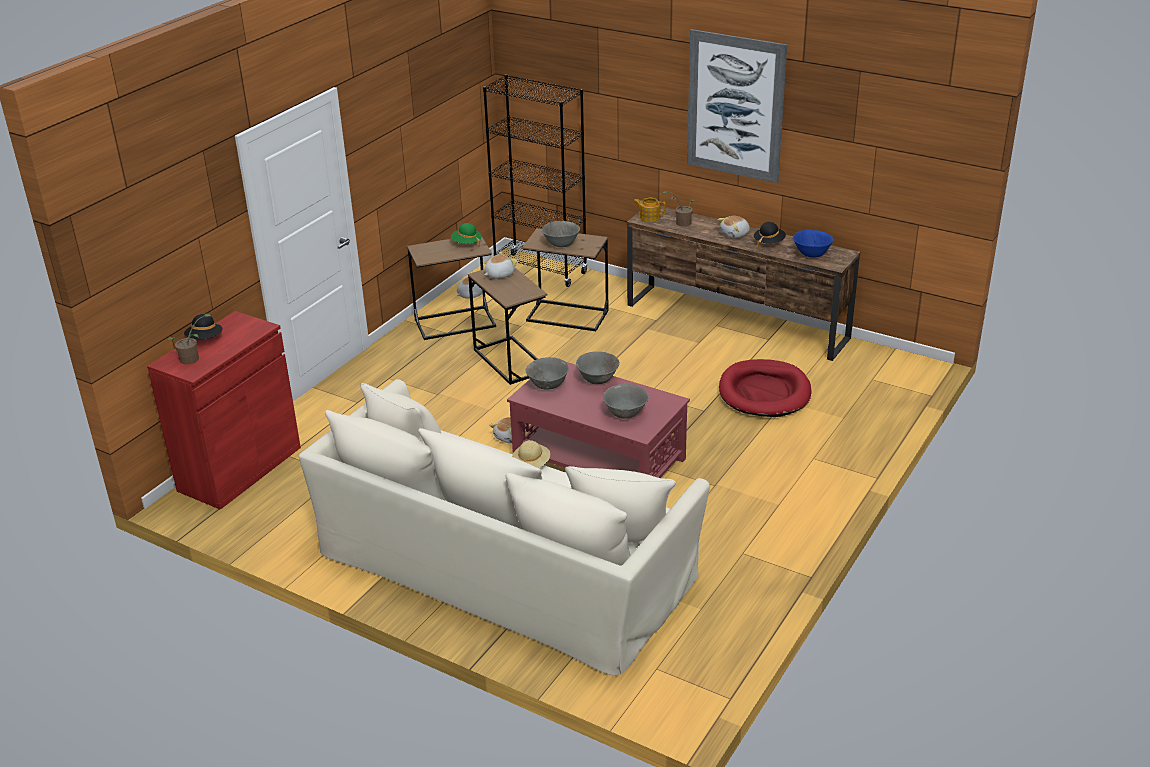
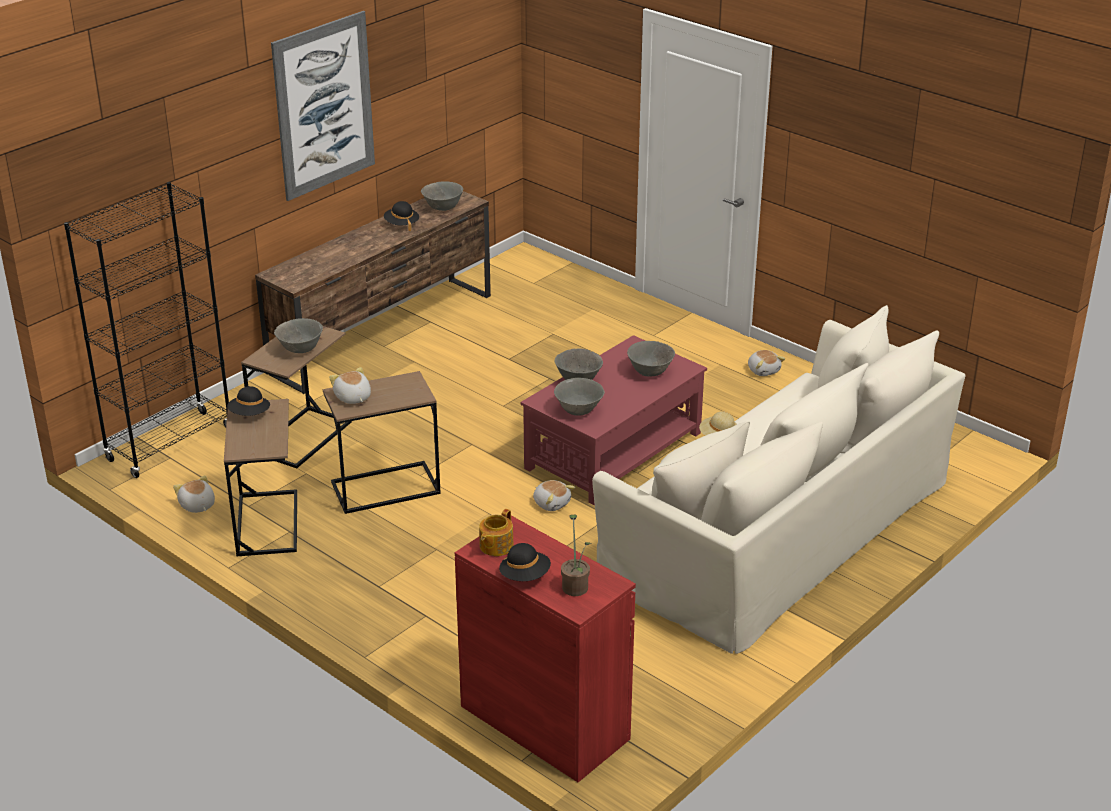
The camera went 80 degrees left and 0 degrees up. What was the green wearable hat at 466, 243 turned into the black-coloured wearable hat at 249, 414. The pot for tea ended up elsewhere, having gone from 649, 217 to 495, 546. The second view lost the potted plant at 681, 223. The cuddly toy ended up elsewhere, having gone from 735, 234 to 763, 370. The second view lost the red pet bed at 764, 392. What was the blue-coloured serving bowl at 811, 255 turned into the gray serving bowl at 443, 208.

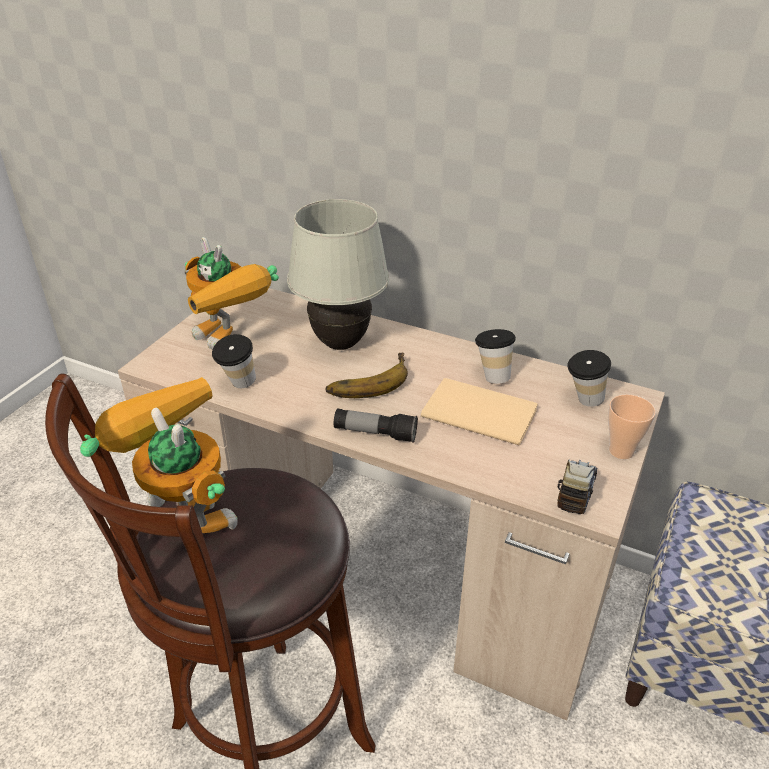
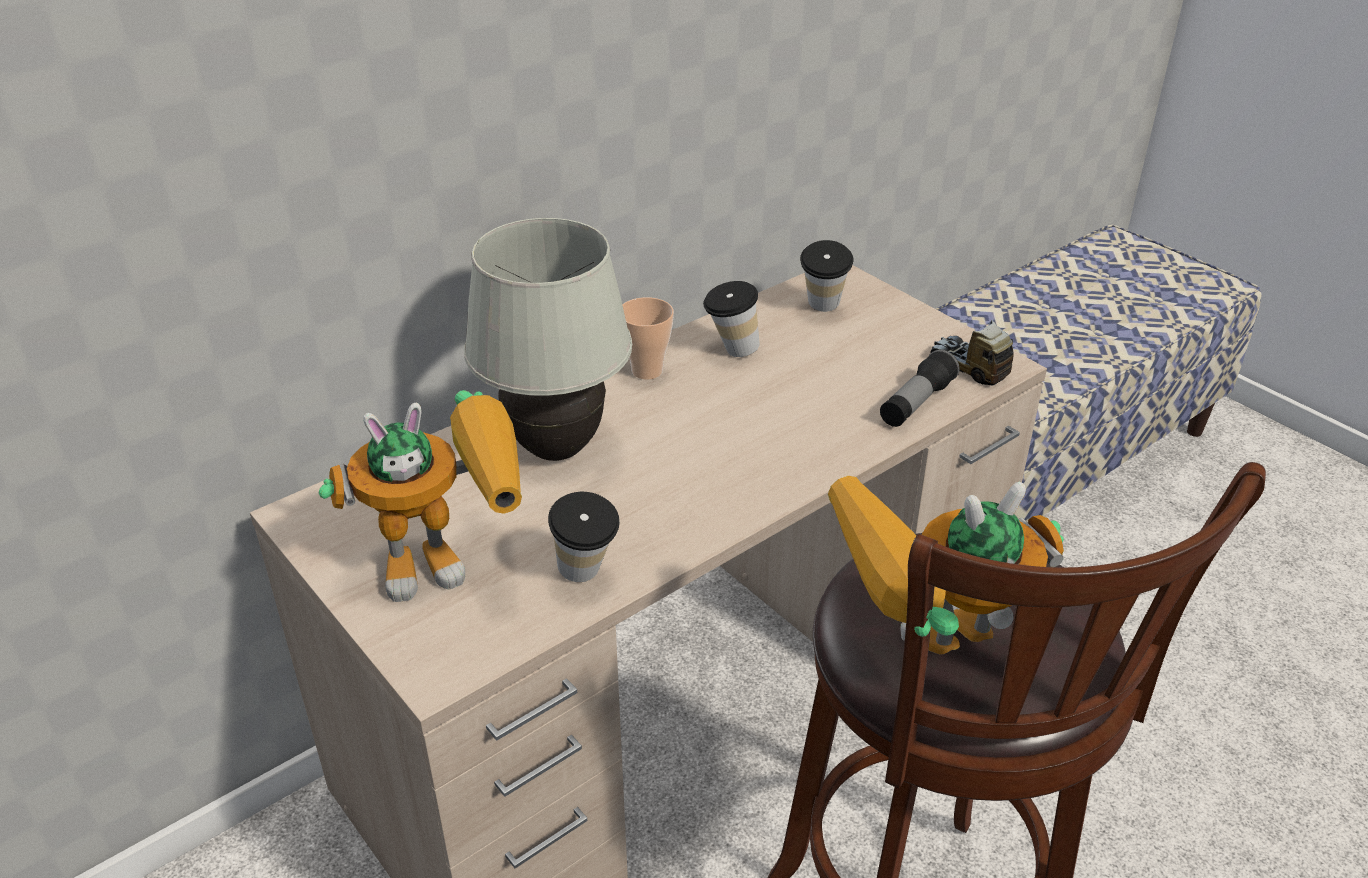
The camera went 65 degrees left and 0 degrees up. The second view lost the whole banana at 367, 380. The hand torch ended up elsewhere, having gone from 375, 433 to 916, 403. The second view lost the beige-coloured volume at 477, 411. The small cup ended up elsewhere, having gone from 621, 451 to 647, 371.

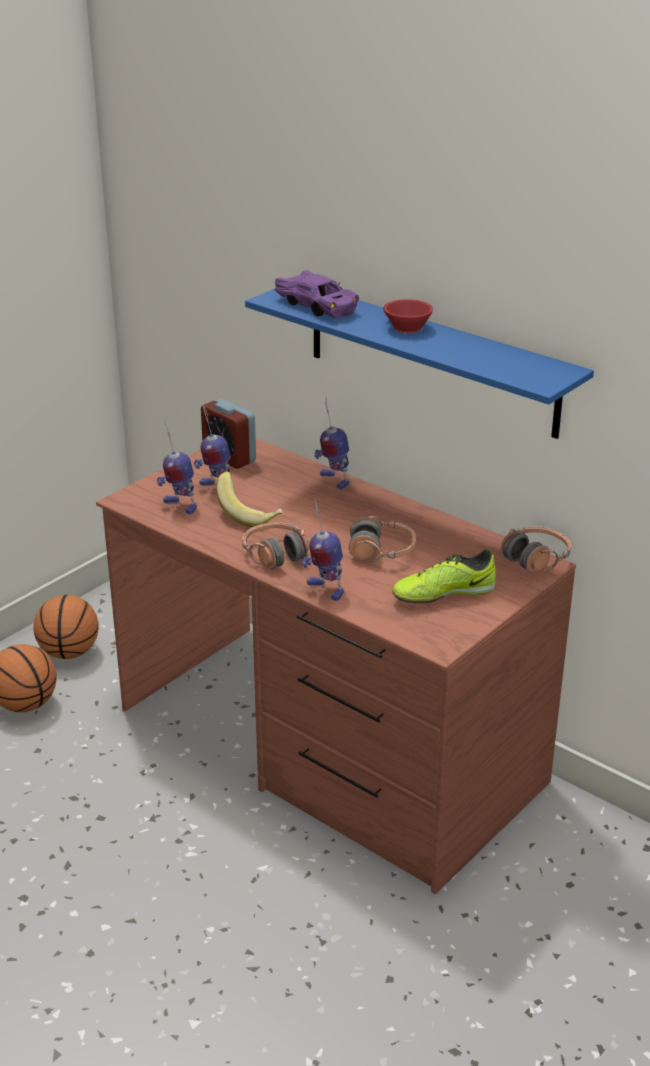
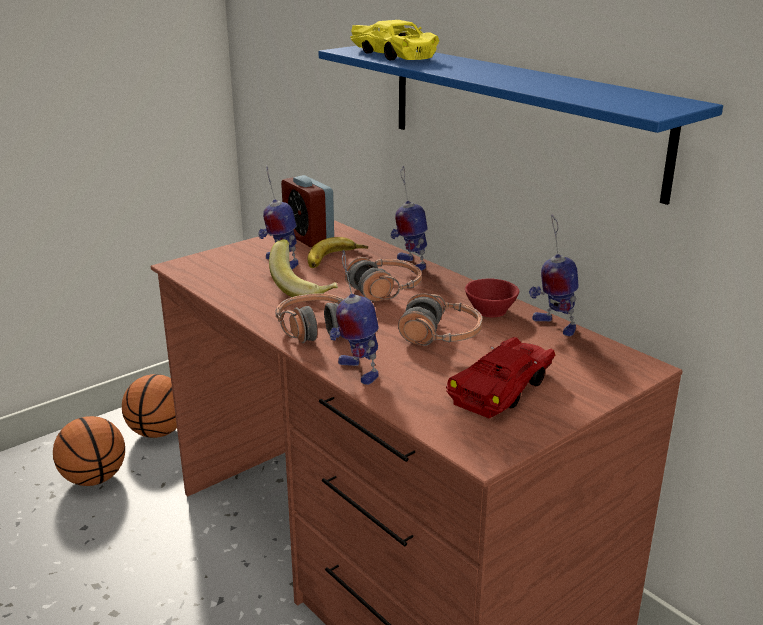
The camera went 10 degrees right and 5 degrees down. The robot figure ended up elsewhere, having gone from 179, 506 to 553, 325. What was the purplish toy car at 317, 306 turned into the yellow-coloured toy car at 394, 55. The red small cup ended up elsewhere, having gone from 405, 327 to 487, 310. Where the shoe stood at 443, 593, the red toy car came to stand at 503, 389. The pair of headphones ended up elsewhere, having gone from 535, 558 to 385, 290. The second view gained the whole banana at 336, 259.

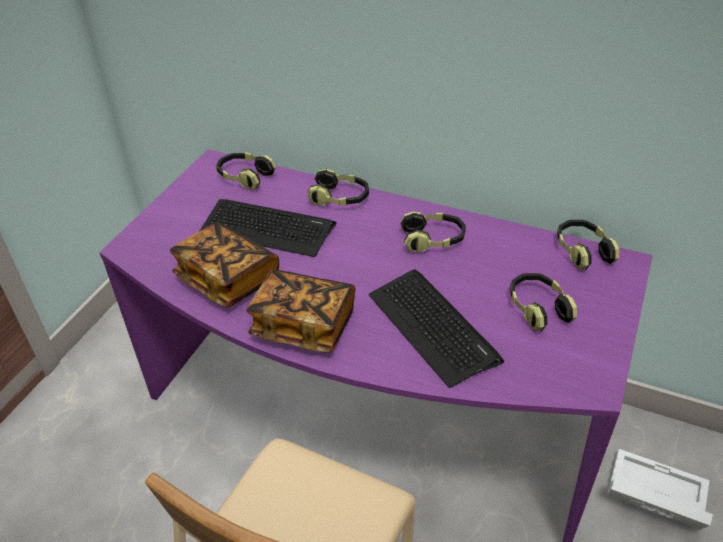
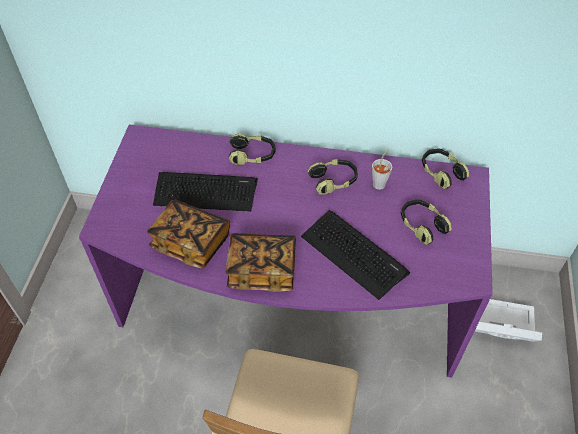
The camera went 15 degrees left and 10 degrees up. The second view lost the pair of headphones at 245, 177. The second view gained the gray small cup at 380, 182.

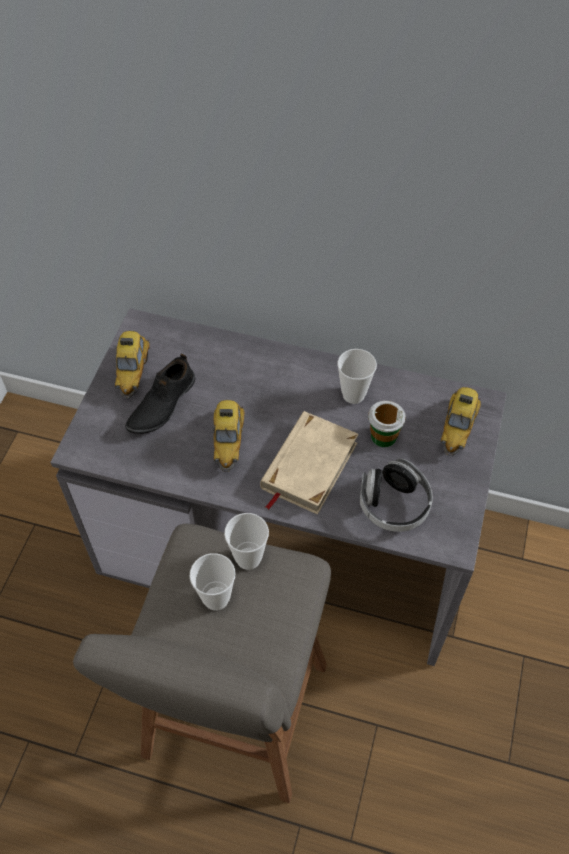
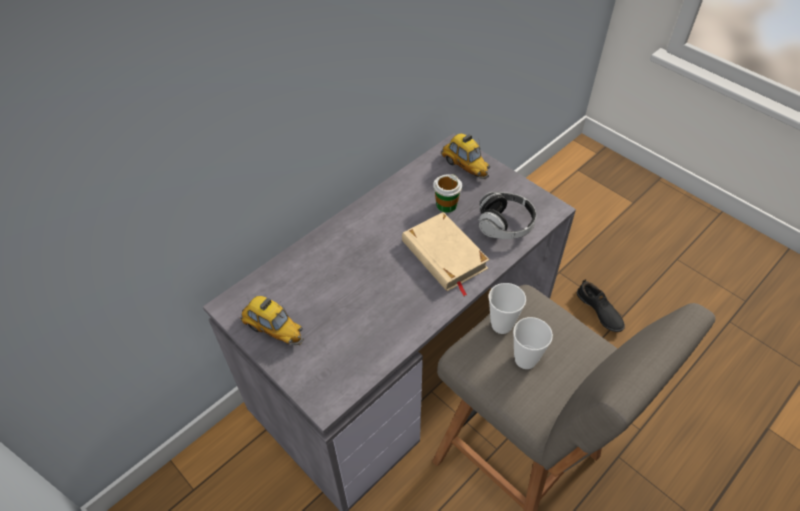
The camera went 60 degrees left and 5 degrees down. The black-coloured shoe ended up elsewhere, having gone from 161, 404 to 599, 311. The second view lost the toy car at 228, 441. The second view lost the small cup at 353, 395.

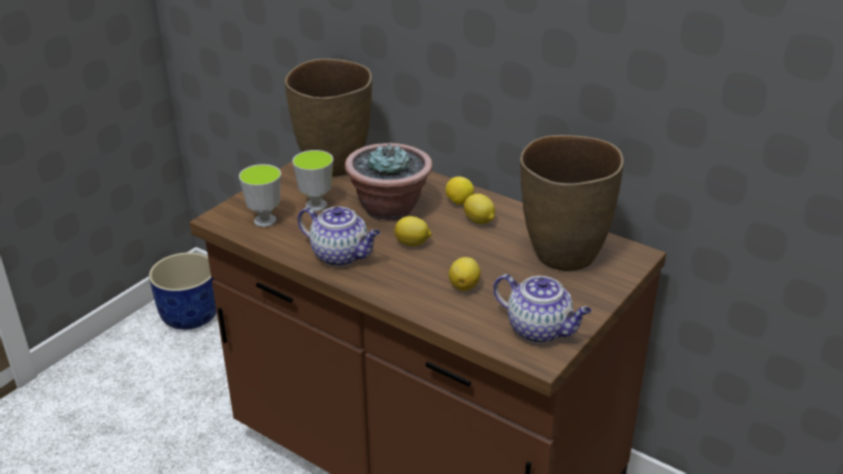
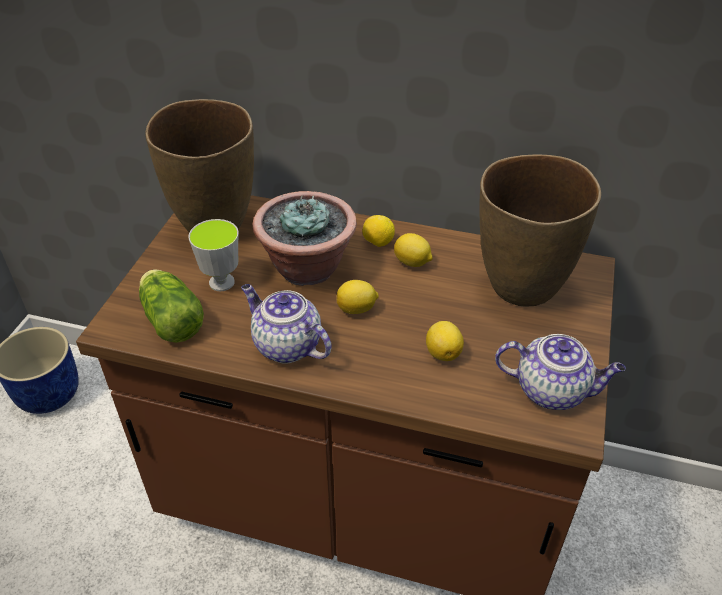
The camera went 20 degrees left and 10 degrees up. Where the small cup stood at 265, 221, the lettuce head came to stand at 171, 318. The pot for tea at 341, 255 ended up facing another way, 150 degrees counterclockwise from before.

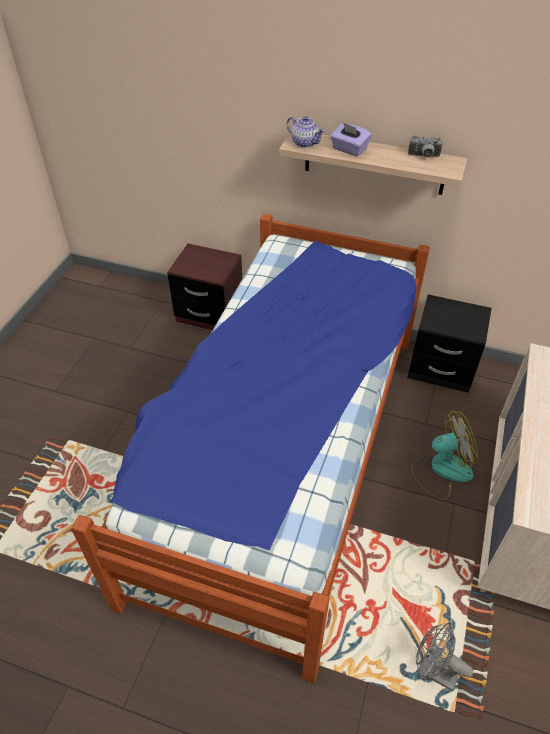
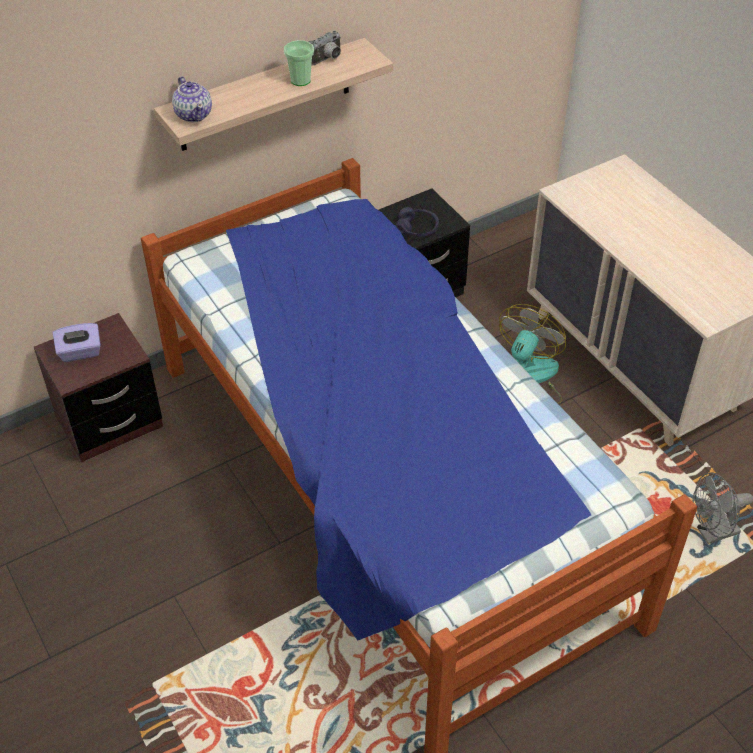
The camera went 50 degrees left and 0 degrees up. The pot for tea at 305, 142 ended up facing another way, 75 degrees clockwise from before. The purplish tissue holder ended up elsewhere, having gone from 349, 149 to 80, 352. The second view gained the small cup at 300, 80. The second view gained the purplish pair of headphones at 417, 229.

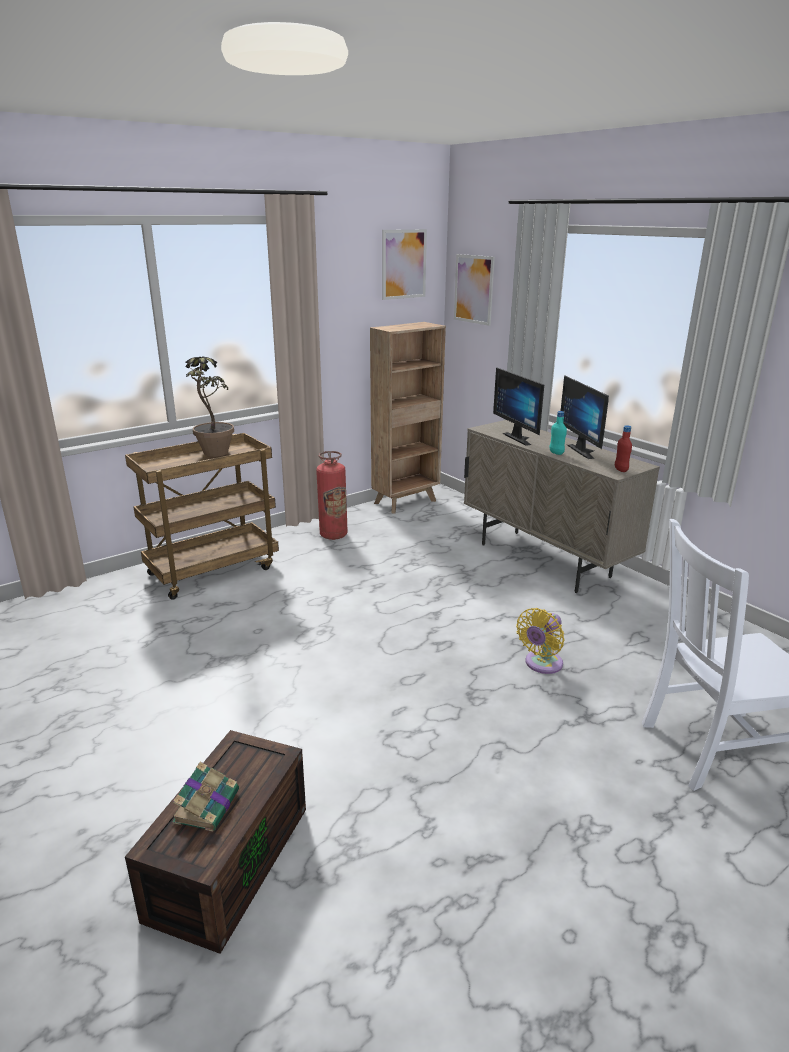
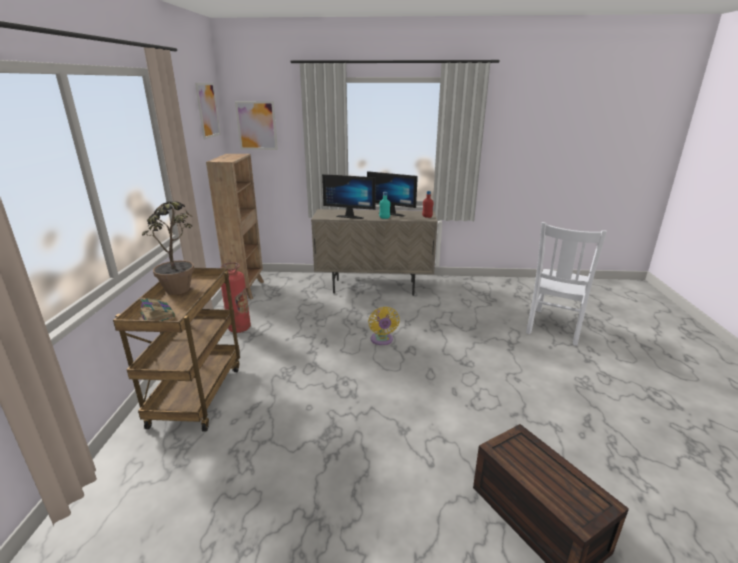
The camera went 50 degrees left and 0 degrees up. The volume ended up elsewhere, having gone from 207, 805 to 157, 315. The yellow-coloured cooling fan ended up elsewhere, having gone from 541, 664 to 382, 340.

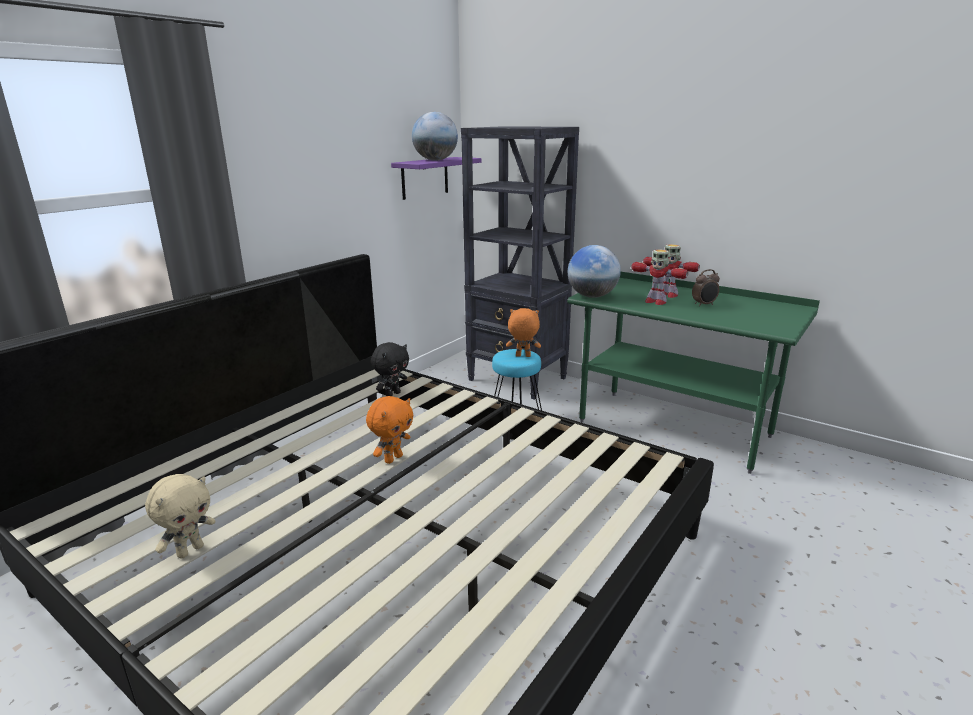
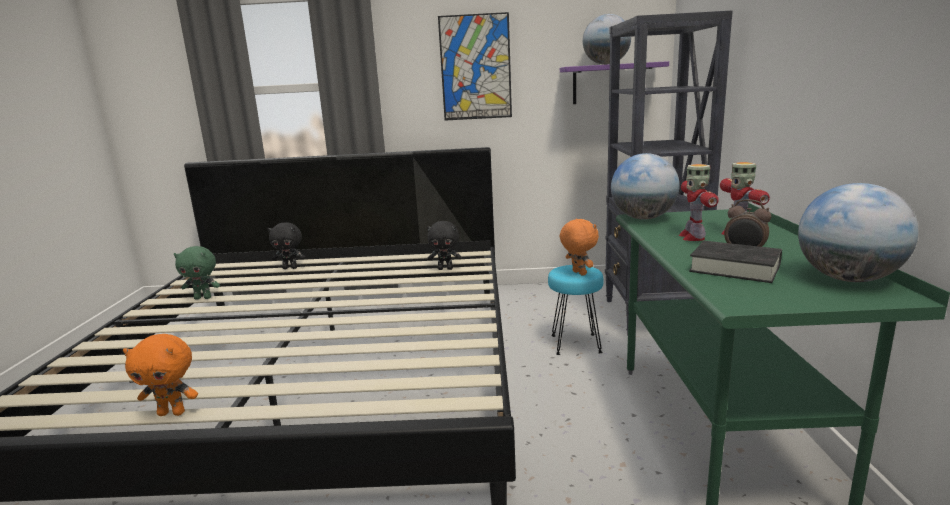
The camera went 55 degrees right and 5 degrees down. What was the beige-coloured cuddly toy at 190, 550 turned into the green cuddly toy at 203, 298. The orange cuddly toy ended up elsewhere, having gone from 393, 458 to 172, 413. The second view gained the black-coloured cuddly toy at 290, 268. The second view gained the wall art at 475, 67. The second view gained the black-coloured volume at 735, 268. The second view gained the world globe at 848, 279.

